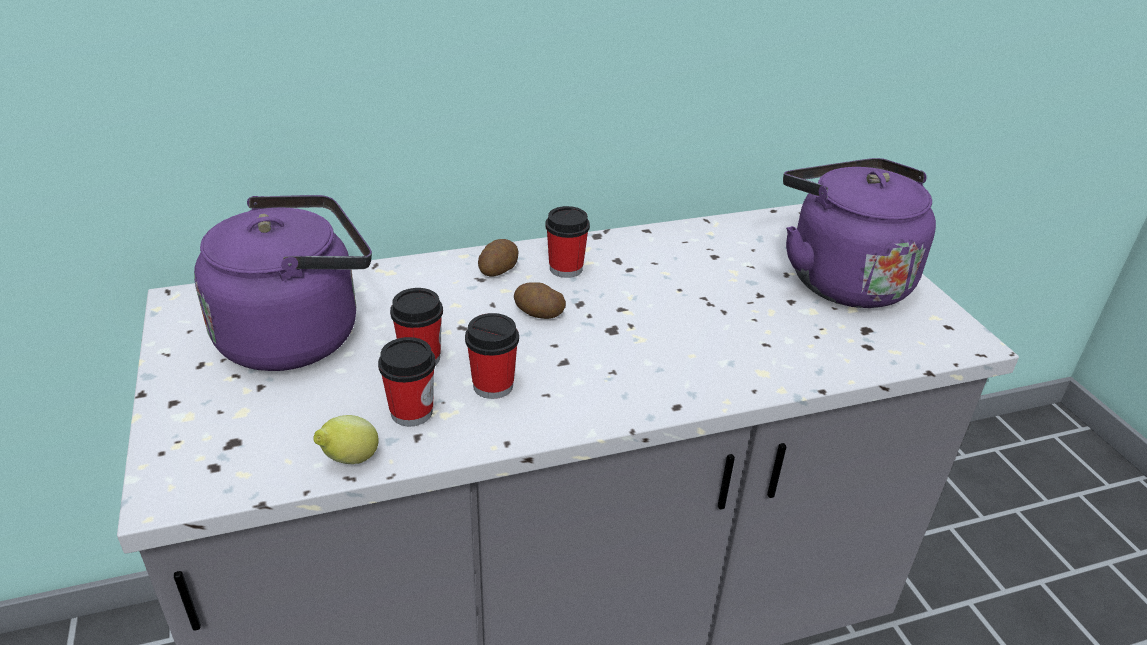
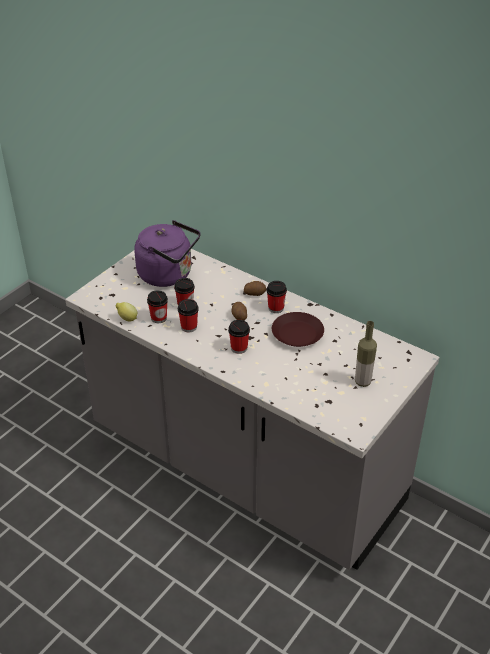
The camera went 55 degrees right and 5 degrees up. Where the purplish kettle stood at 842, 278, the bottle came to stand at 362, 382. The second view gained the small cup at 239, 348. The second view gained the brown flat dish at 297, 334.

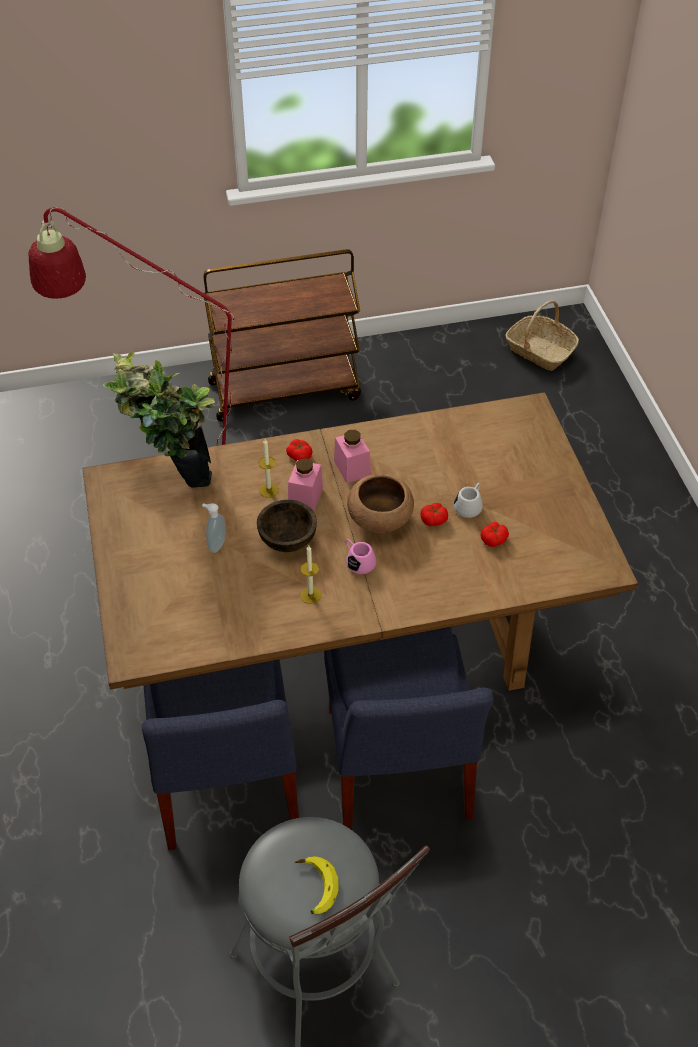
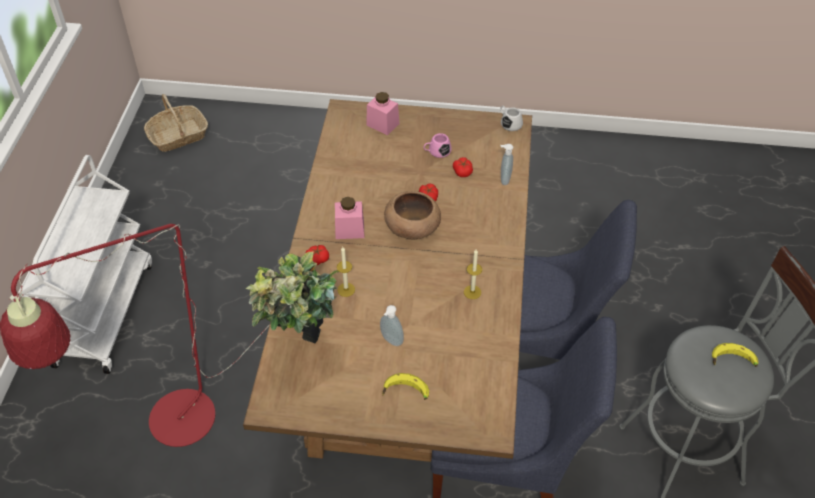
The camera went 70 degrees left and 0 degrees up. What was the brown trolley at 285, 390 turned into the whitish trolley at 104, 312. The second view lost the brown serving bowl at 288, 539. The pinkish preserve jar ended up elsewhere, having gone from 305, 497 to 382, 124. The pinkish tea mug ended up elsewhere, having gone from 358, 561 to 437, 151. The whitish tea mug ended up elsewhere, having gone from 469, 505 to 509, 123. The second view gained the whole banana at 405, 393. The second view gained the liquid soap bottle at 504, 179.

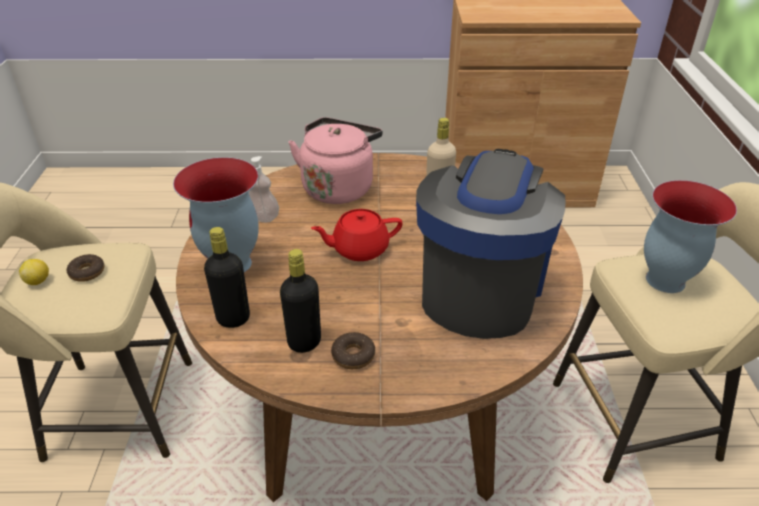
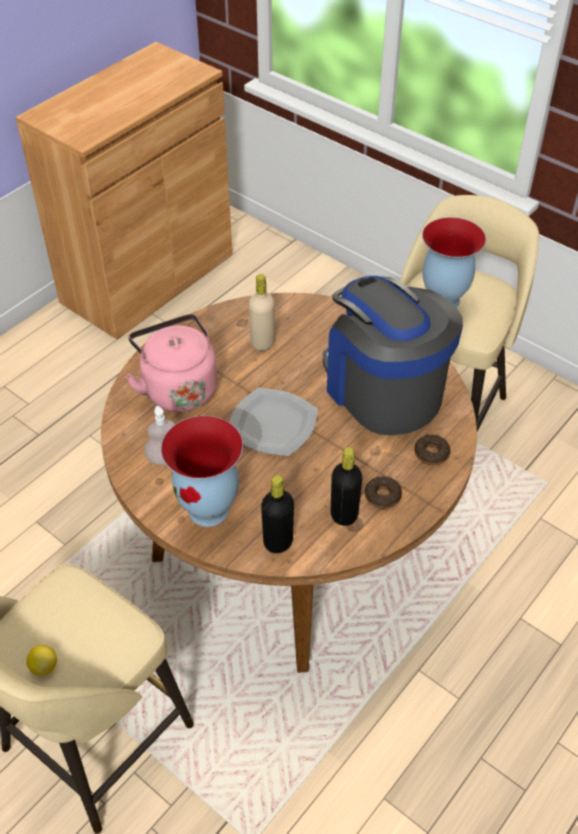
The camera went 50 degrees left and 10 degrees up. The doughnut ended up elsewhere, having gone from 87, 272 to 431, 453. Where the red pot for tea stood at 359, 249, the flat dish came to stand at 273, 425.

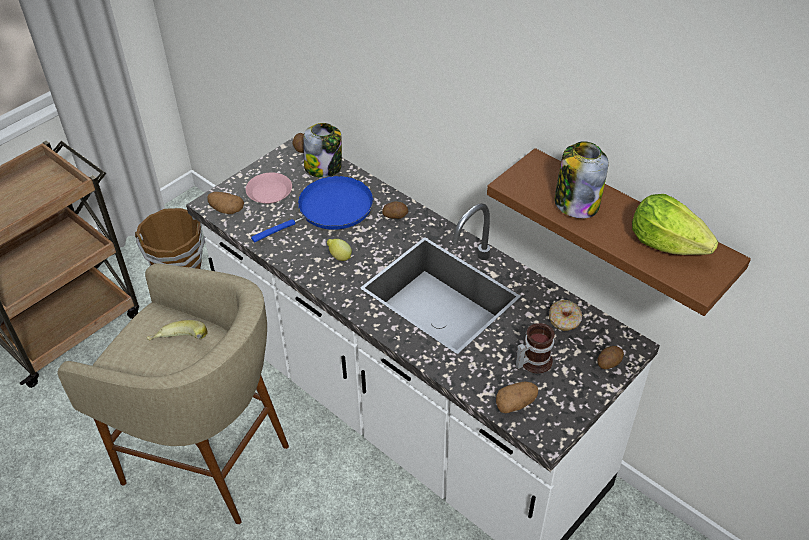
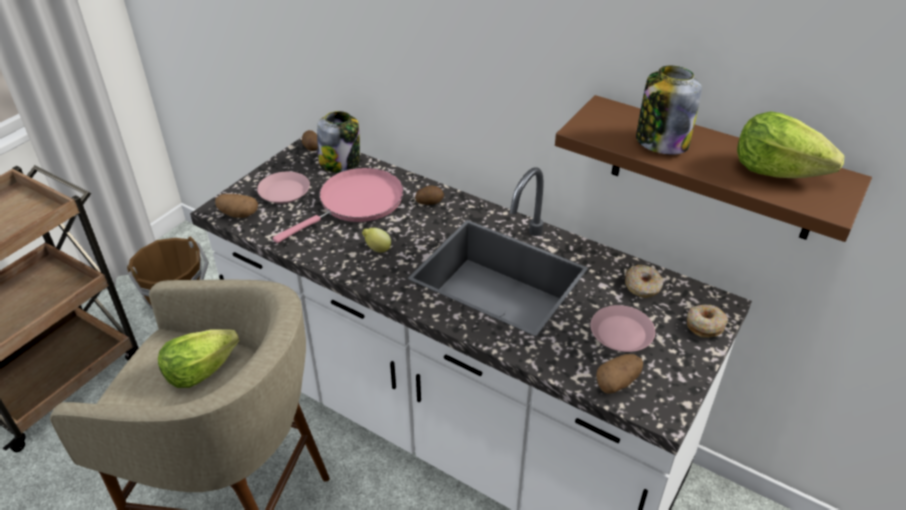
The camera went 10 degrees left and 5 degrees down. Where the whole banana stood at 180, 345, the lettuce head came to stand at 200, 371. What was the blue-coloured frying pan at 330, 210 turned into the pinkish frying pan at 356, 203. Where the tea mug stood at 532, 361, the pinkish flat dish came to stand at 621, 333. Where the potato stood at 608, 362, the doughnut came to stand at 704, 325.

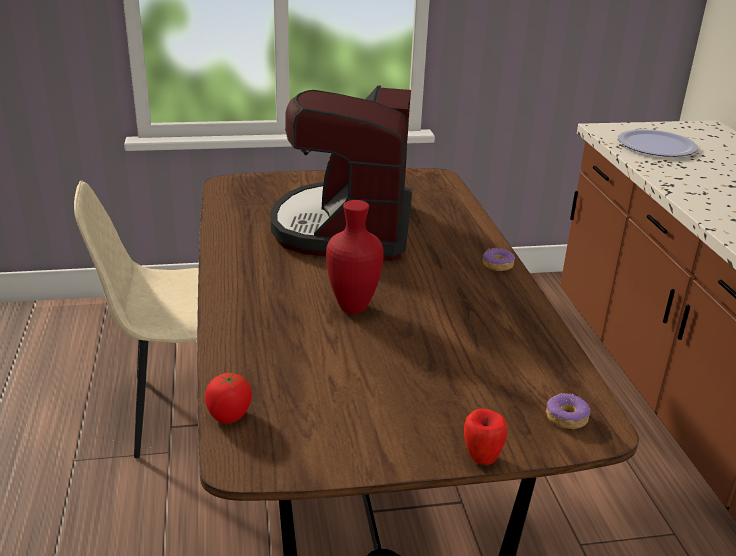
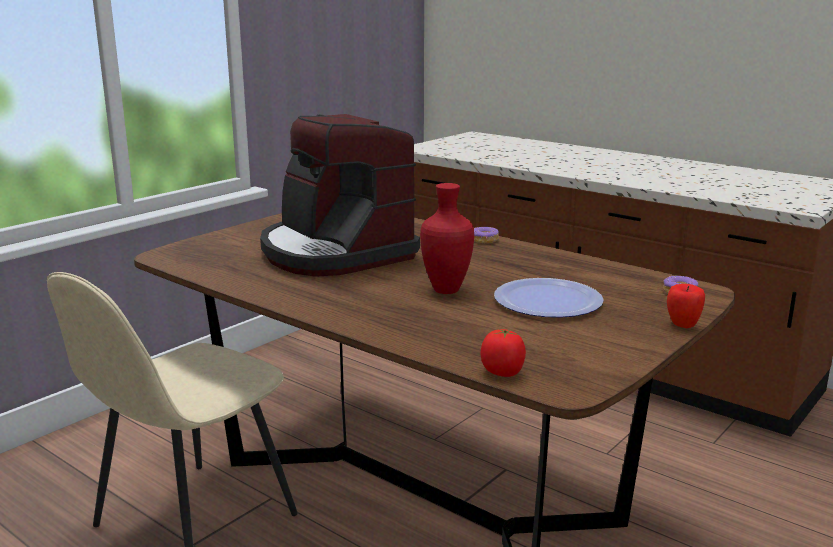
The camera went 40 degrees left and 10 degrees down. The flat dish ended up elsewhere, having gone from 656, 145 to 547, 301.

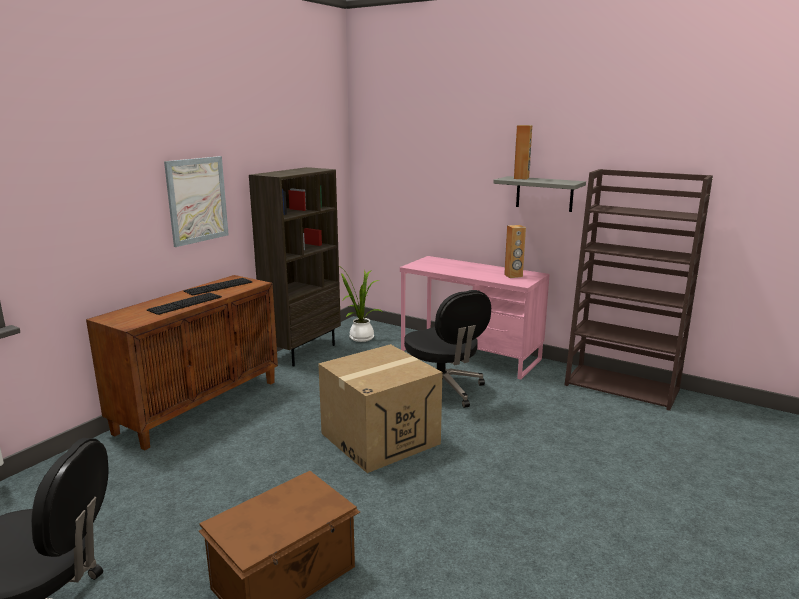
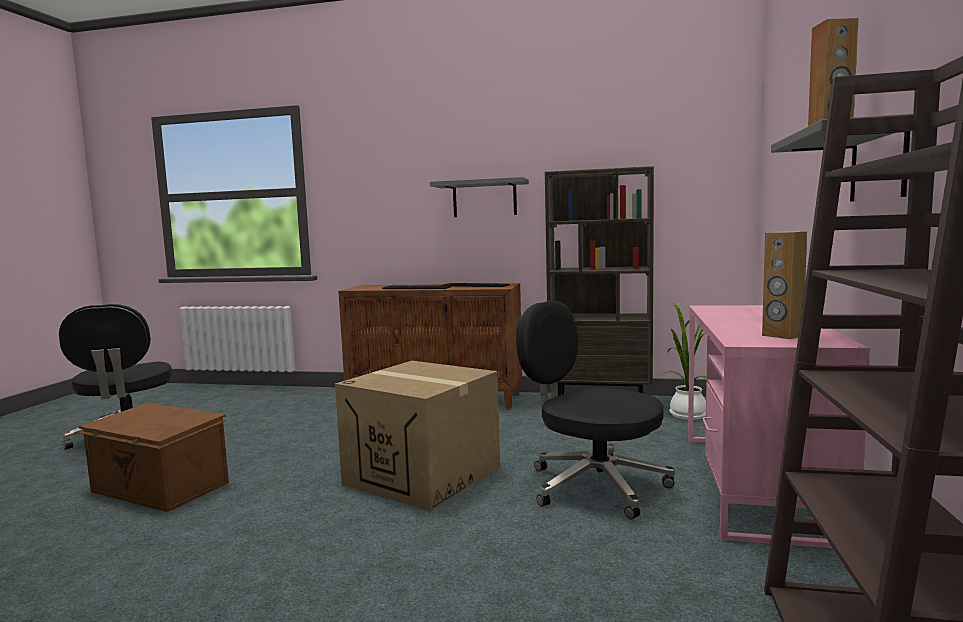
The camera went 70 degrees right and 10 degrees down. Where the wall art hung at 197, 200, the gray wall shelf came to hang at 484, 199. The black-coloured computer chair at 442, 390 ended up facing another way, 90 degrees clockwise from before.

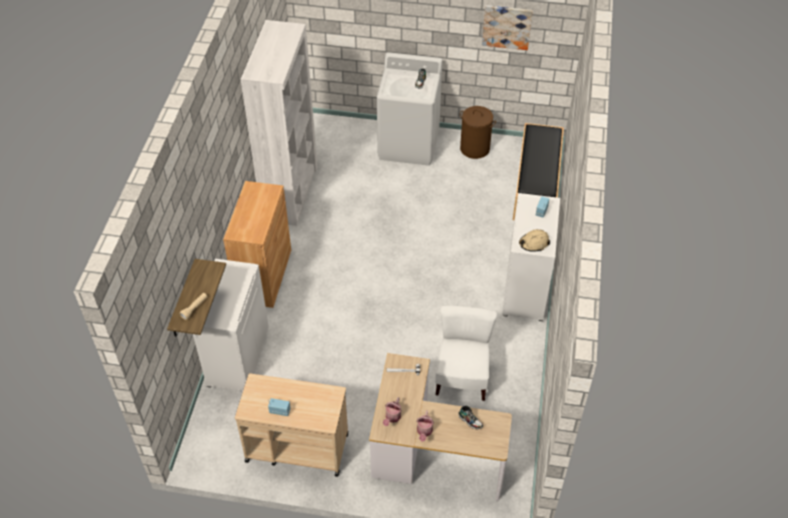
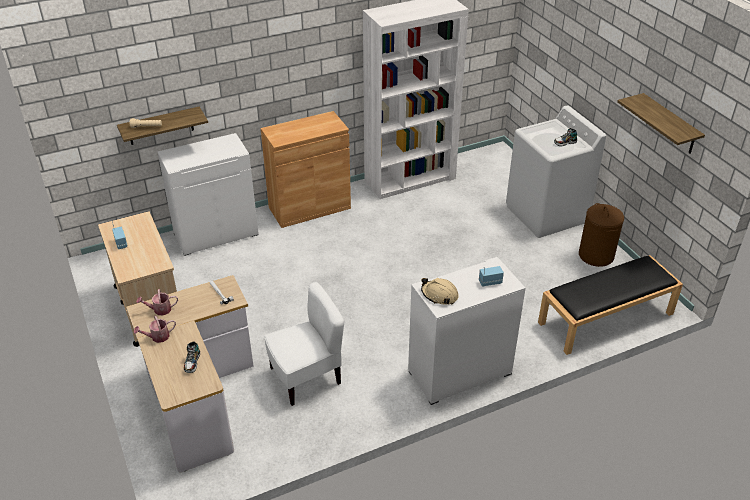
The camera went 55 degrees right and 10 degrees down. Where the wall art hung at 507, 26, the wall shelf came to hang at 670, 124.

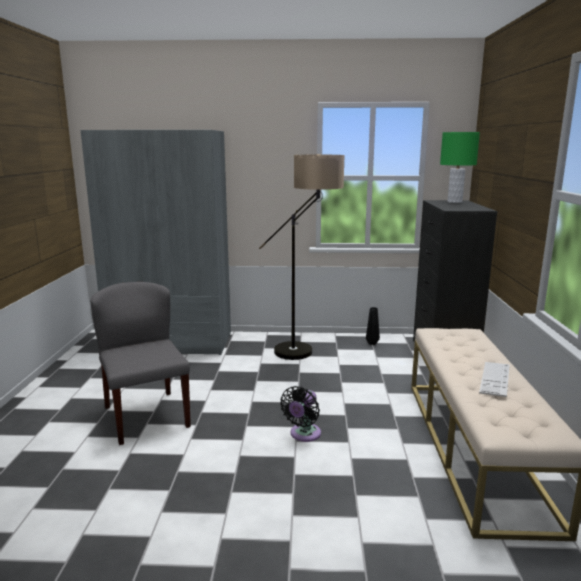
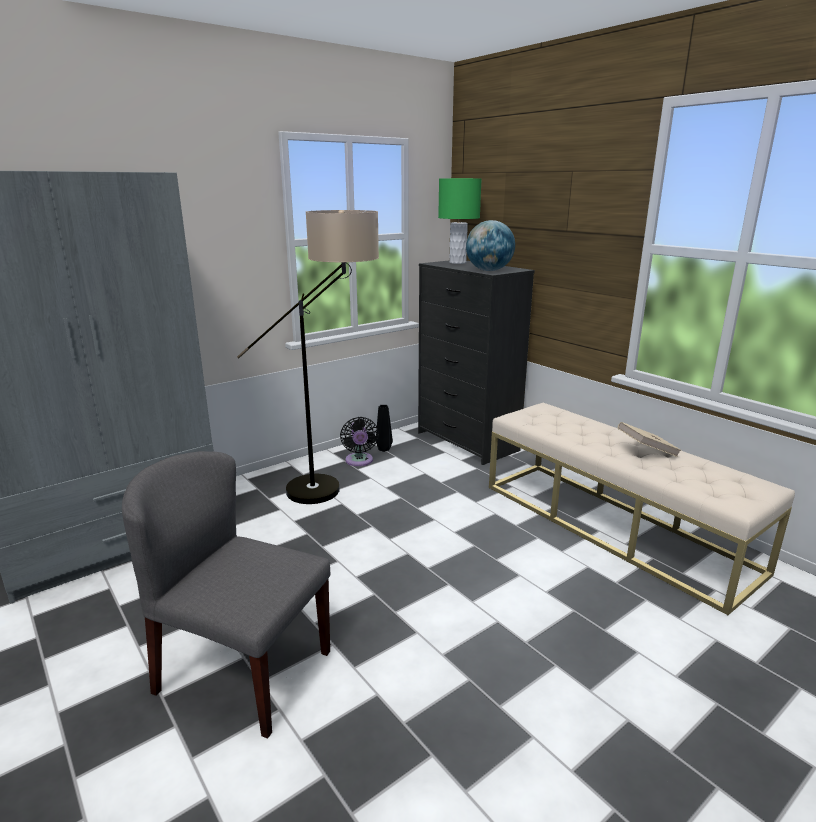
The camera went 40 degrees left and 5 degrees up. The black-coloured cooling fan ended up elsewhere, having gone from 303, 434 to 359, 461. Where the computer keyboard stood at 495, 379, the beige-coloured volume came to stand at 646, 451. The second view gained the world globe at 489, 270.

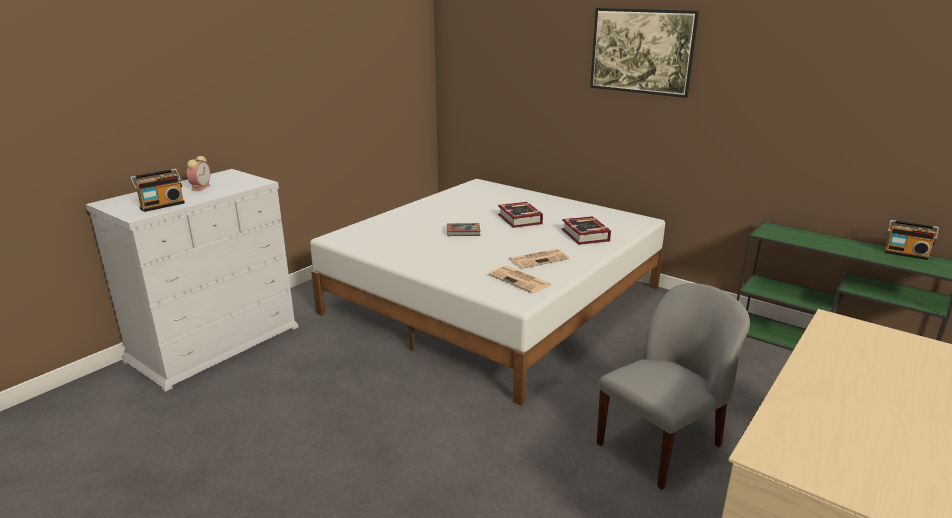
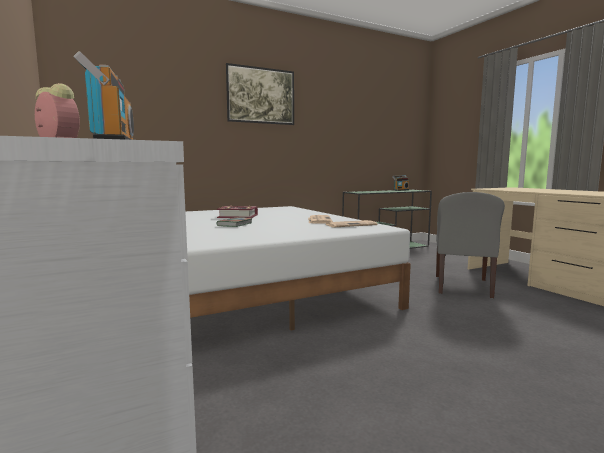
The camera went 65 degrees left and 15 degrees down. The second view lost the volume at 585, 235. The gray chair at 661, 444 ended up facing another way, 150 degrees counterclockwise from before.

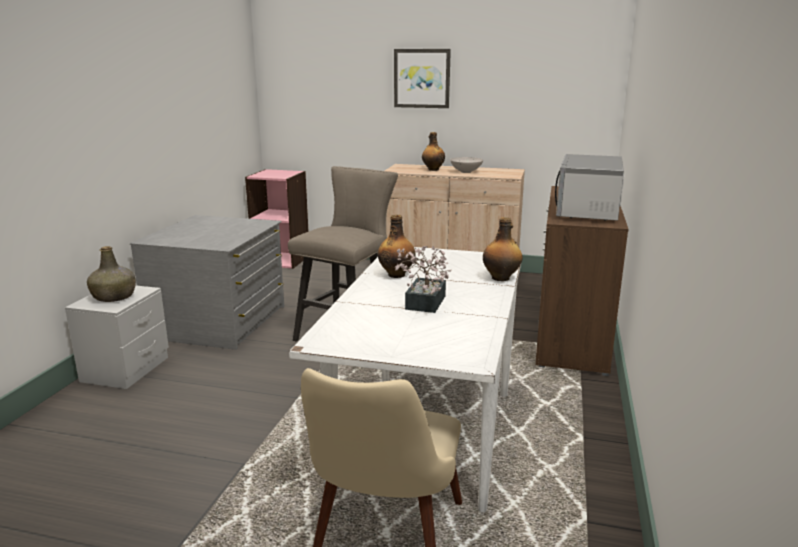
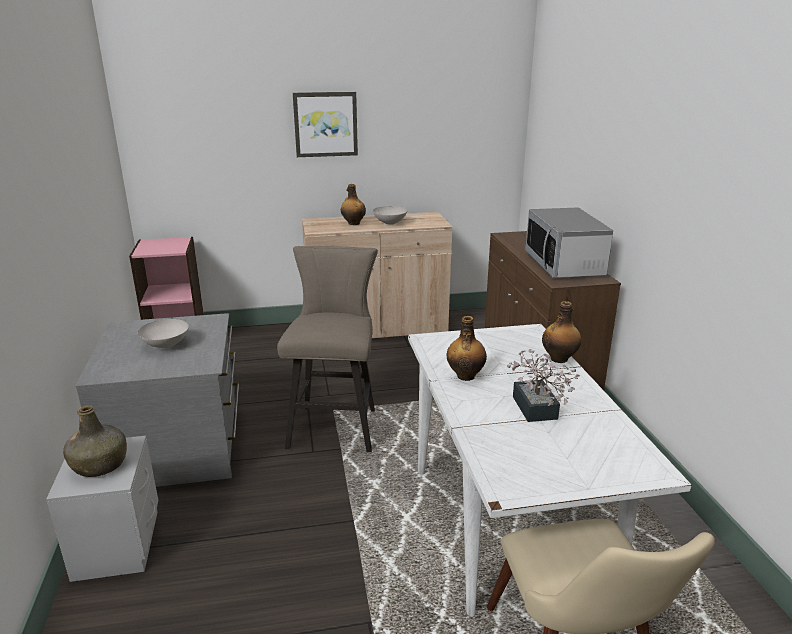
The camera went 25 degrees left and 5 degrees up. The second view gained the whitish serving bowl at 165, 345.

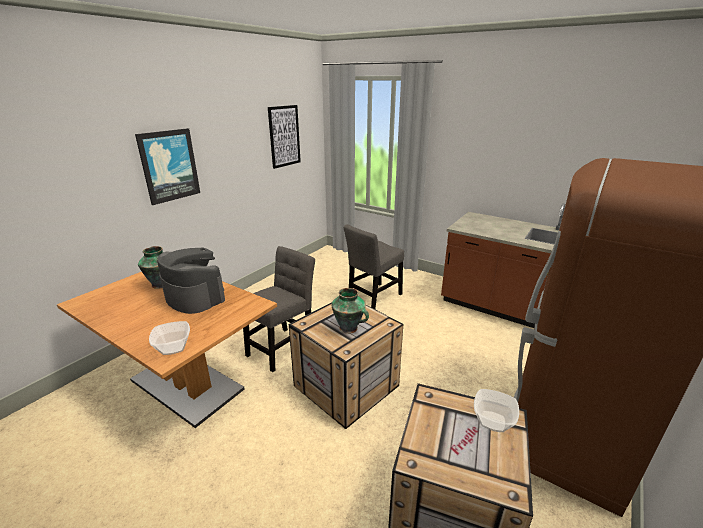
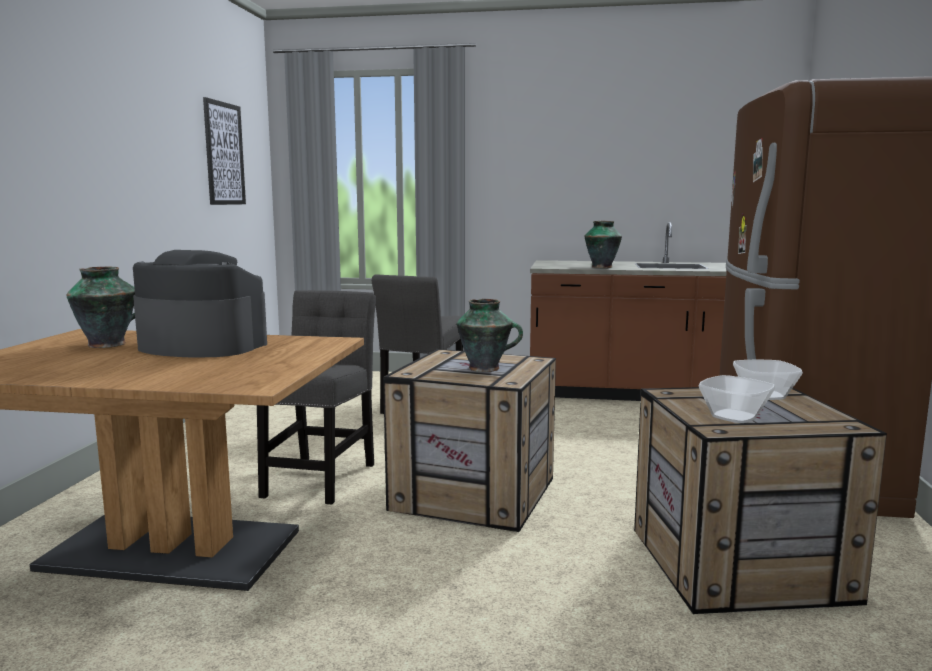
The camera went 25 degrees left and 15 degrees down. The second view lost the wall art at 169, 165. The serving bowl ended up elsewhere, having gone from 174, 347 to 733, 416. The second view gained the flower vase at 602, 267.

